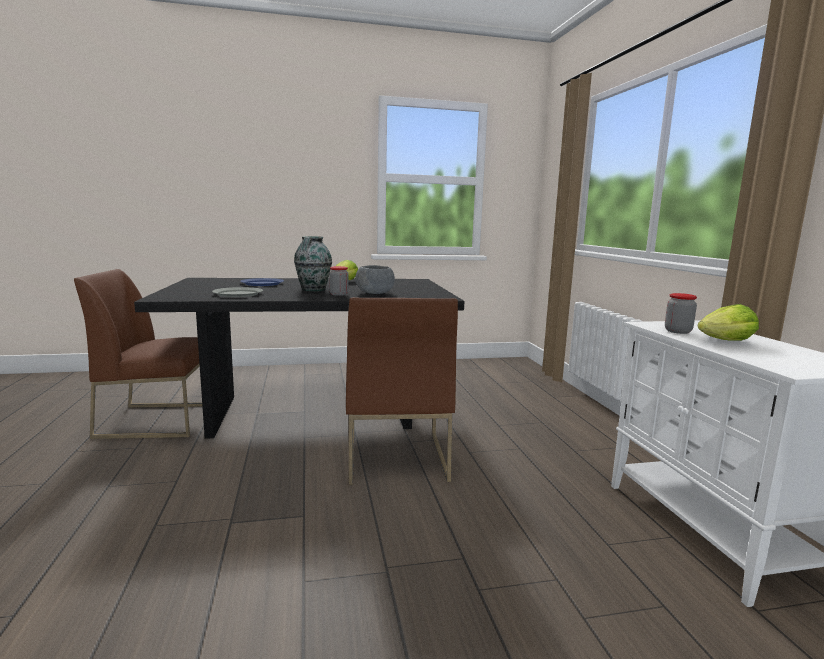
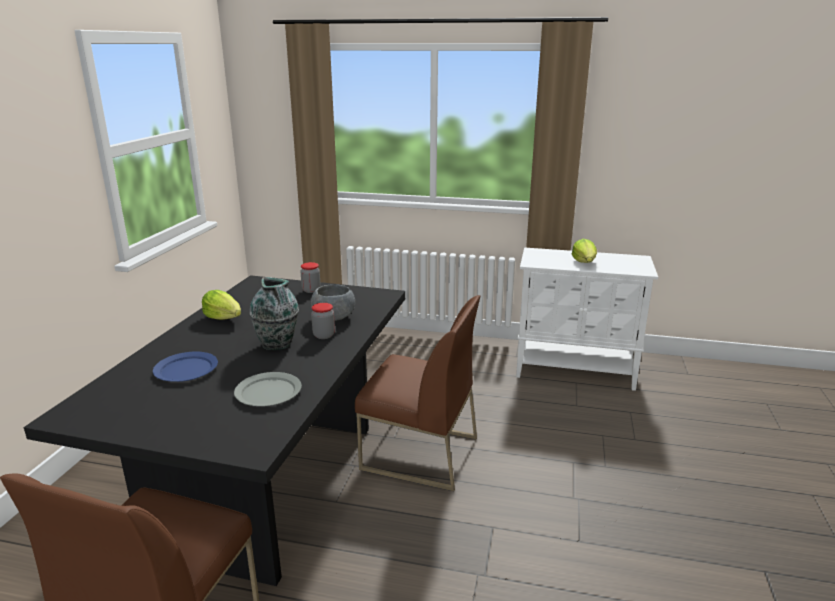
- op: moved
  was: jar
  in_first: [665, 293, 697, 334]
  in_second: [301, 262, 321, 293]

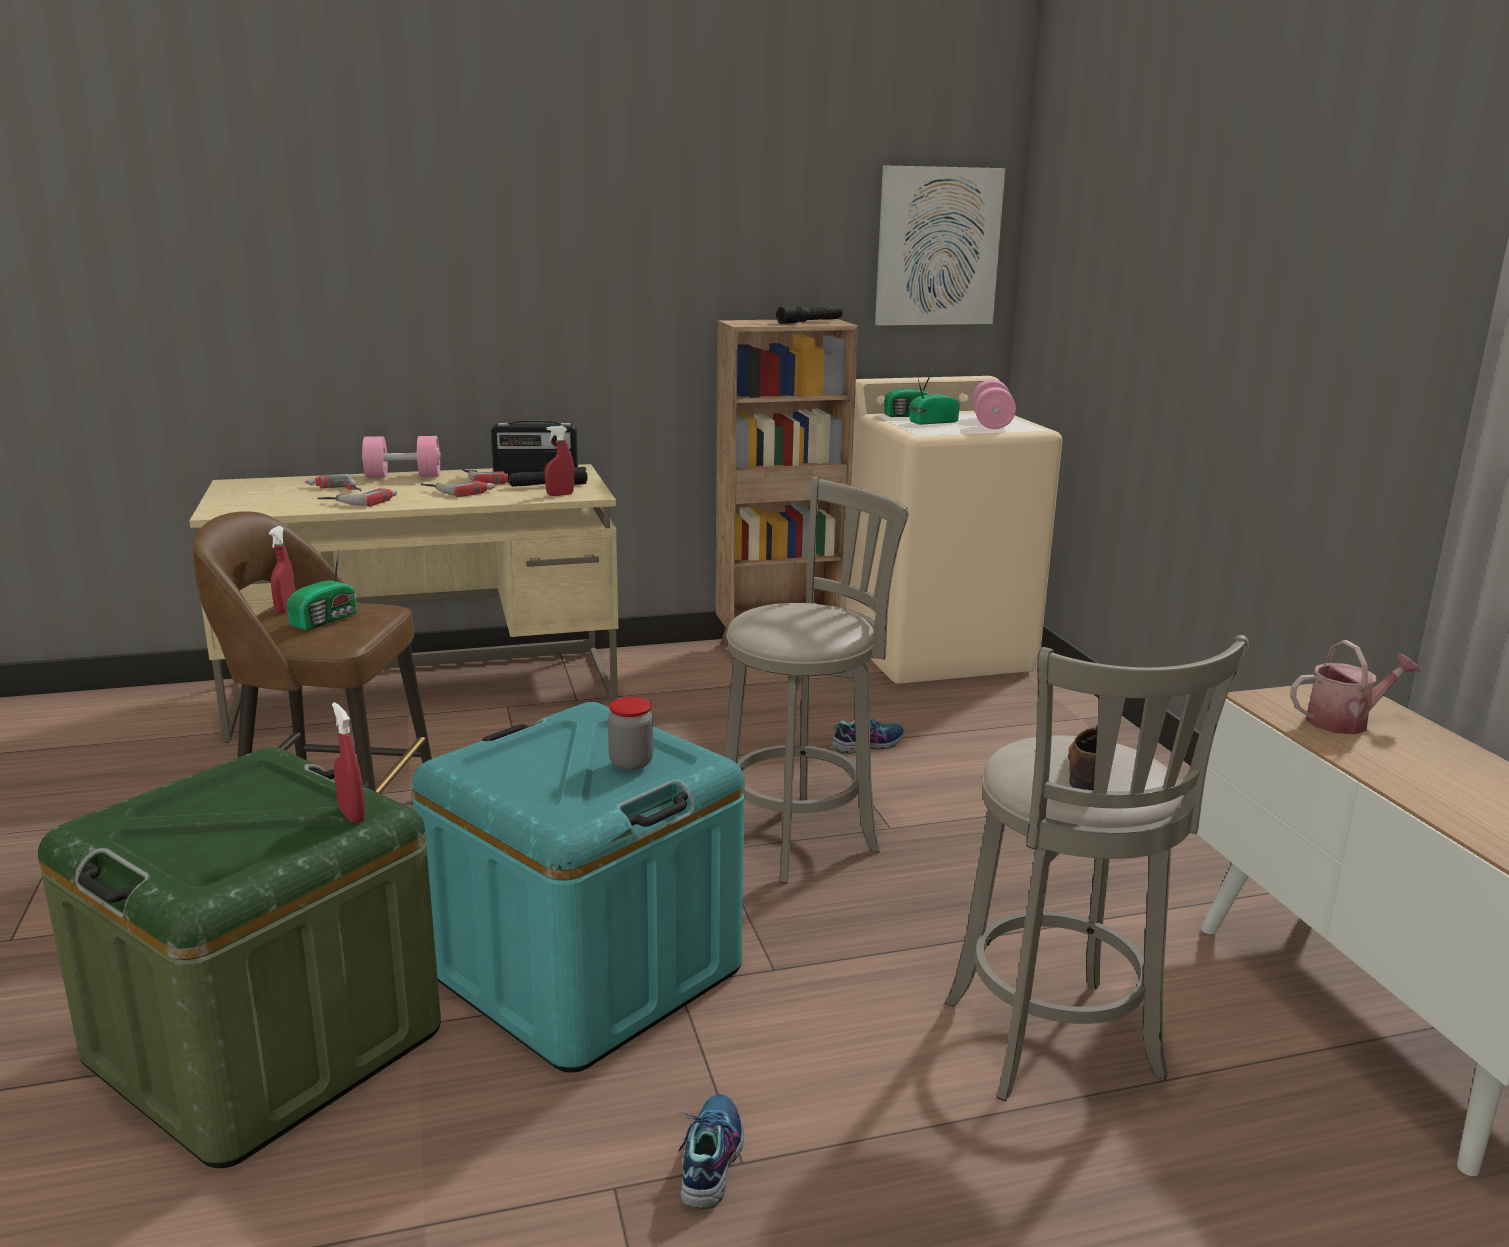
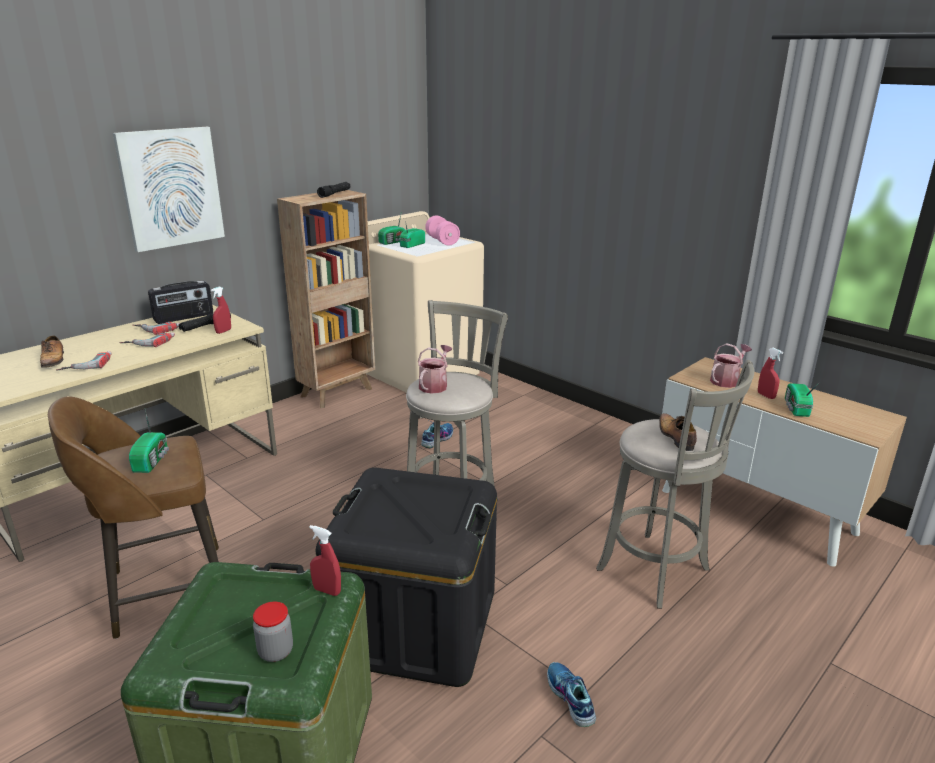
- op: replaced
  was: power drill
  now: shoe
  in_first: [305, 474, 362, 492]
  in_second: [40, 335, 64, 371]
- op: moved
  was: picture
  in_first: [875, 166, 1005, 325]
  in_second: [113, 127, 225, 252]
- op: moved
  was: jar
  in_first: [608, 697, 654, 770]
  in_second: [253, 602, 293, 662]
- op: recoloured
  was: turquoise storage box
  now: black storage box
  in_first: [412, 702, 745, 1073]
  in_second: [316, 467, 497, 687]
- op: added
  now: watering can
  in_second: [418, 345, 453, 394]
- op: moved
  was: red spray bottle
  in_first: [269, 526, 296, 613]
  in_second: [758, 348, 783, 399]
- op: added
  now: radio
  in_second: [785, 382, 820, 417]
- op: removed
  was: pink dumbbell
  in_first: [362, 436, 441, 478]

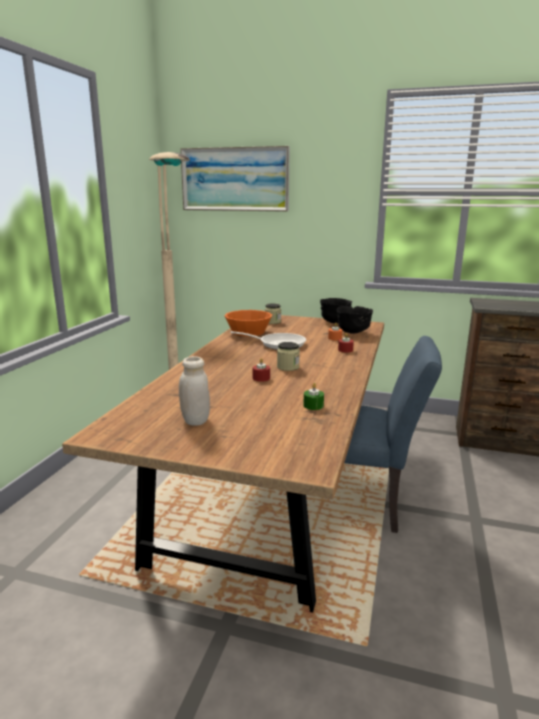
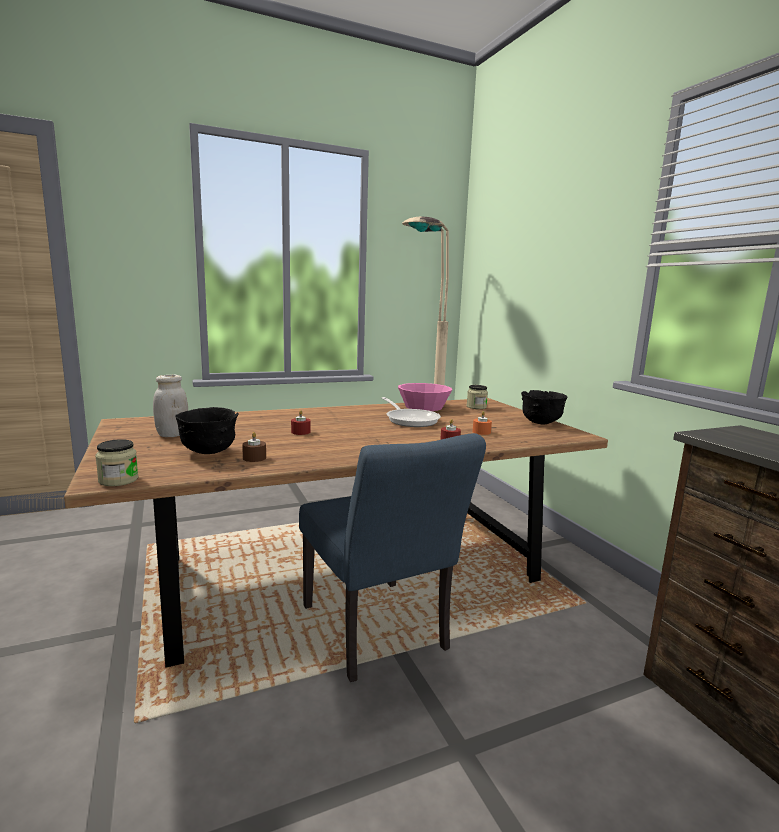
- op: moved
  was: jar
  in_first: [277, 342, 300, 371]
  in_second: [95, 439, 138, 486]
- op: moved
  was: black bowl
  in_first: [336, 306, 373, 334]
  in_second: [175, 407, 239, 454]
- op: recoloured
  was: green candle
  now: brown candle
  in_first: [303, 383, 324, 410]
  in_second: [242, 432, 266, 462]
- op: recoloured
  was: orange bowl
  now: pink bowl
  in_first: [225, 310, 272, 336]
  in_second: [398, 383, 452, 411]
- op: removed
  was: picture
  in_first: [180, 146, 290, 212]

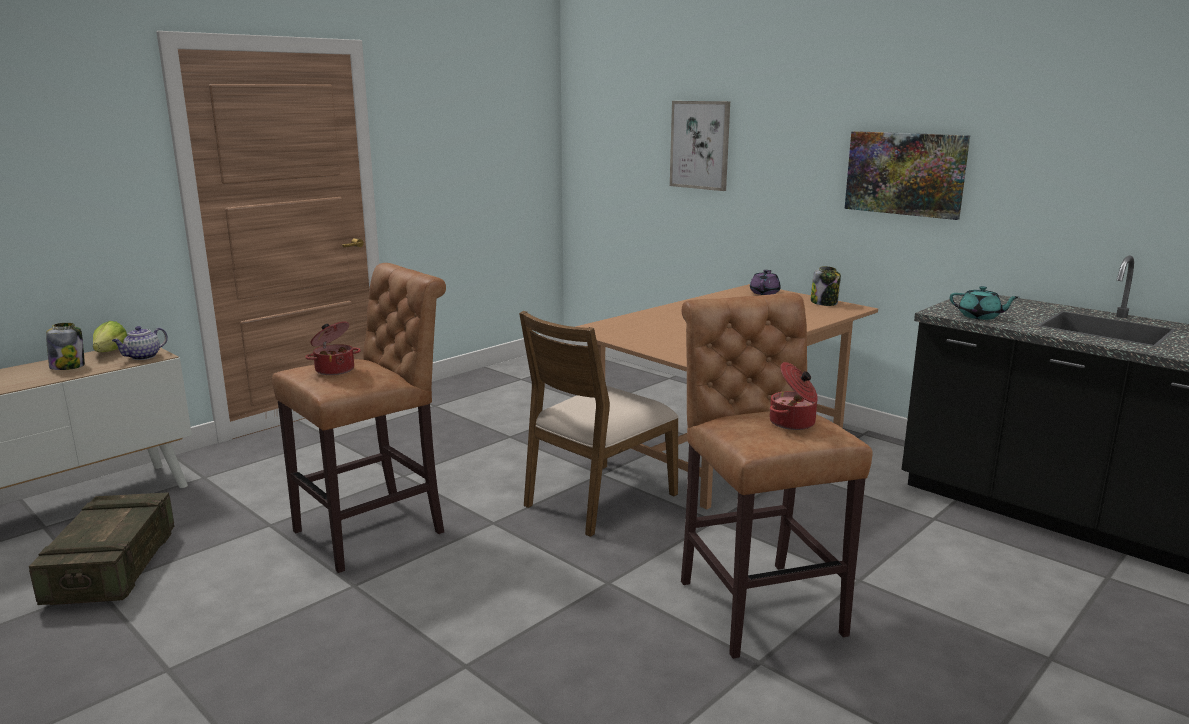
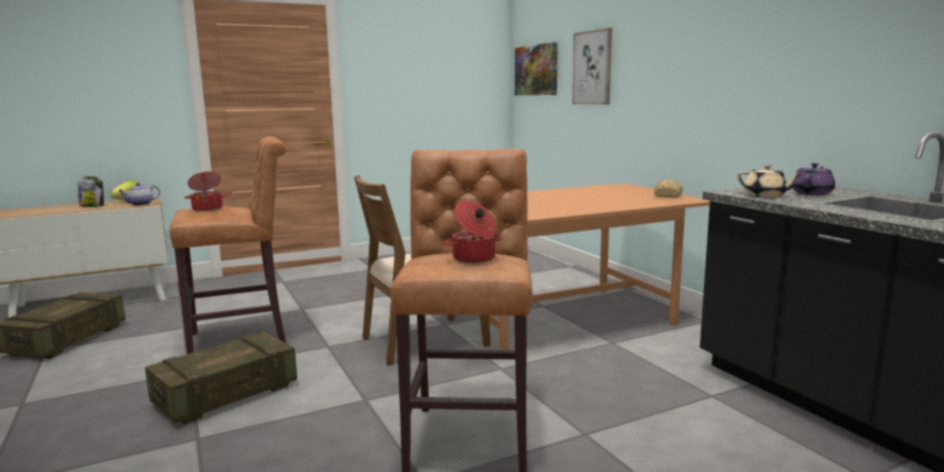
- op: added
  now: crate
  in_second: [145, 332, 297, 425]
- op: moved
  was: picture
  in_first: [845, 131, 970, 220]
  in_second: [515, 42, 558, 95]
- op: replaced
  was: jar
  now: bread
  in_first: [811, 266, 841, 306]
  in_second: [654, 179, 683, 197]
- op: recoloured
  was: turquoise teapot
  now: beige teapot
  in_first: [950, 286, 1018, 320]
  in_second: [737, 165, 802, 197]
- op: moved
  was: purple teapot
  in_first: [750, 270, 781, 295]
  in_second: [792, 163, 835, 195]

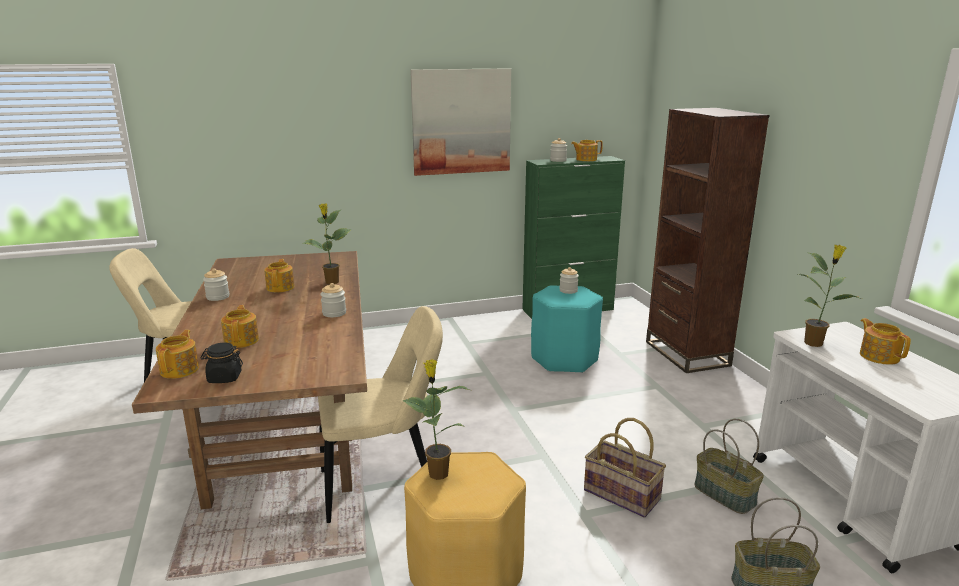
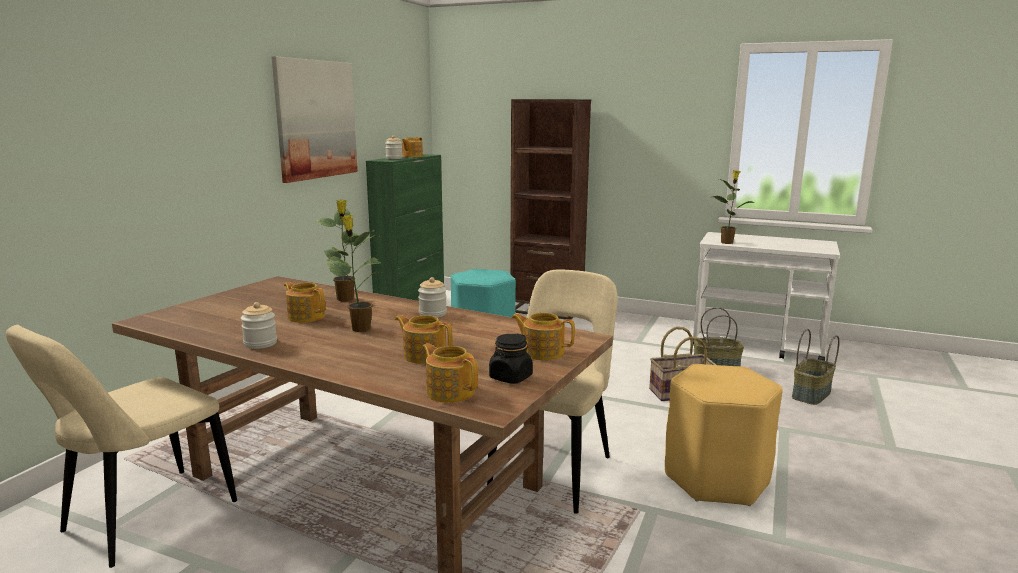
- op: moved
  was: potted plant
  in_first: [402, 359, 470, 480]
  in_second: [326, 214, 381, 332]
- op: moved
  was: teapot
  in_first: [860, 318, 911, 365]
  in_second: [511, 313, 575, 361]
- op: removed
  was: jar
  in_first: [559, 267, 579, 294]

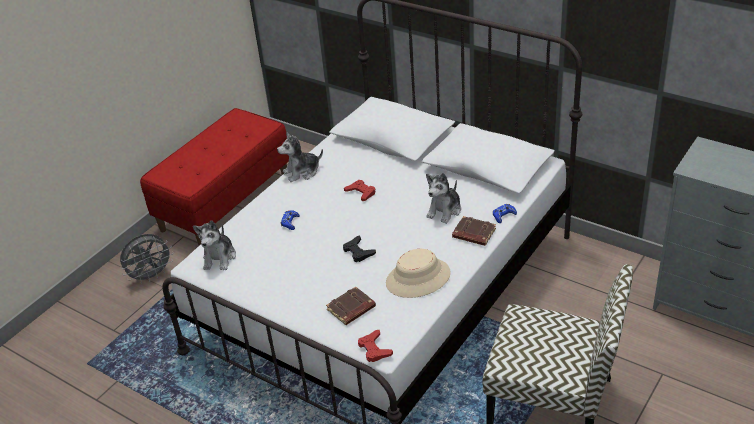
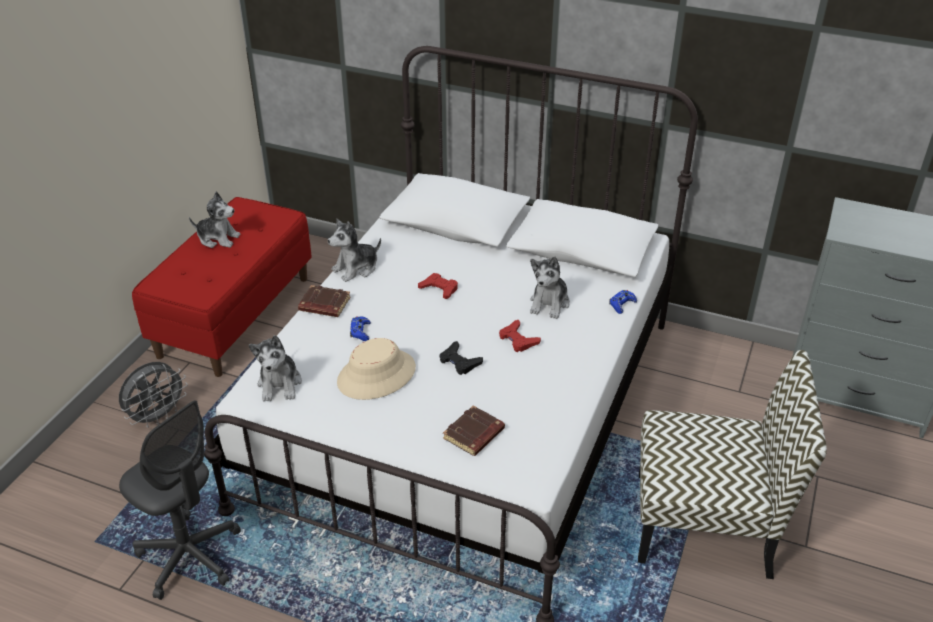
- op: added
  now: grey office chair
  in_second: [119, 400, 241, 600]
- op: added
  now: plush toy
  in_second: [189, 192, 241, 248]
- op: moved
  was: brown book
  in_first: [452, 216, 496, 246]
  in_second: [298, 285, 350, 317]
- op: moved
  was: beige hat
  in_first: [386, 249, 451, 298]
  in_second: [337, 338, 416, 400]
- op: moved
  was: red game controller
  in_first: [358, 330, 393, 362]
  in_second: [499, 320, 541, 352]

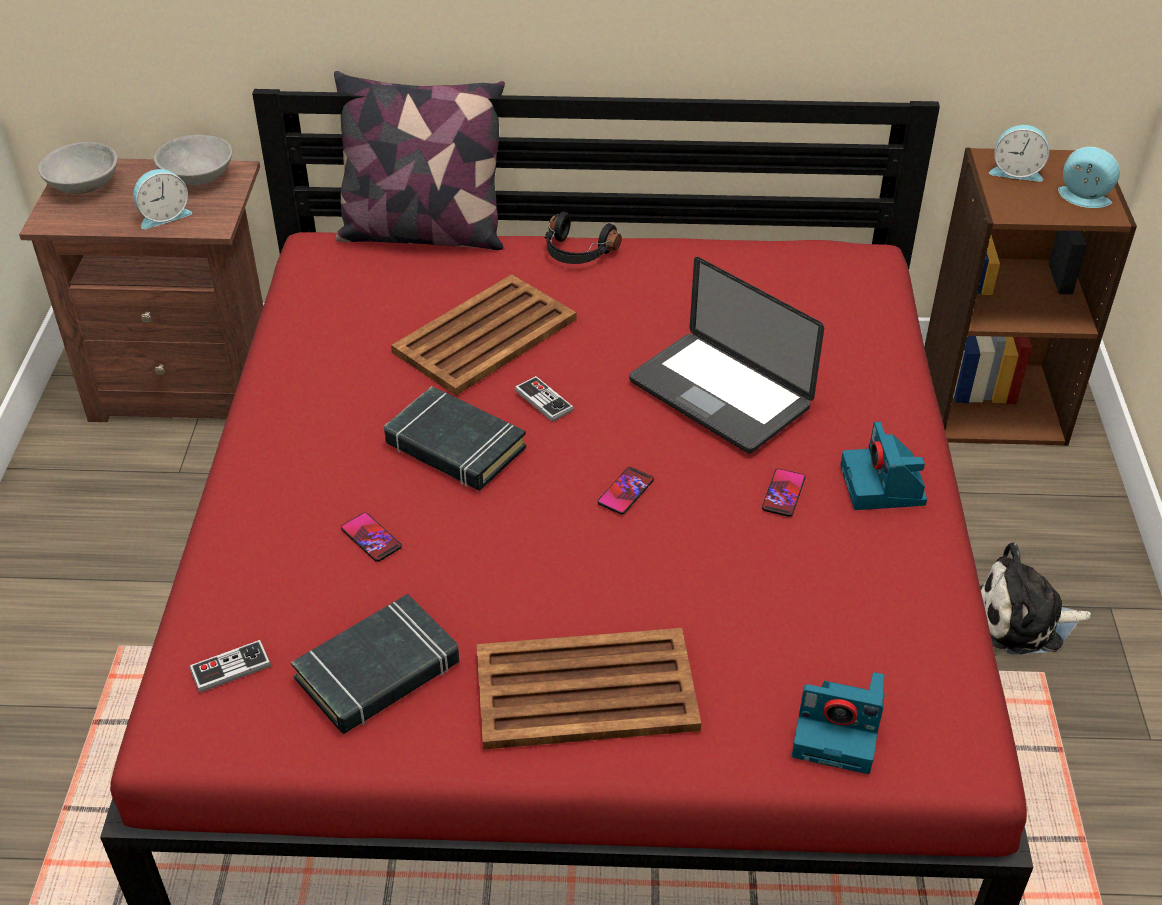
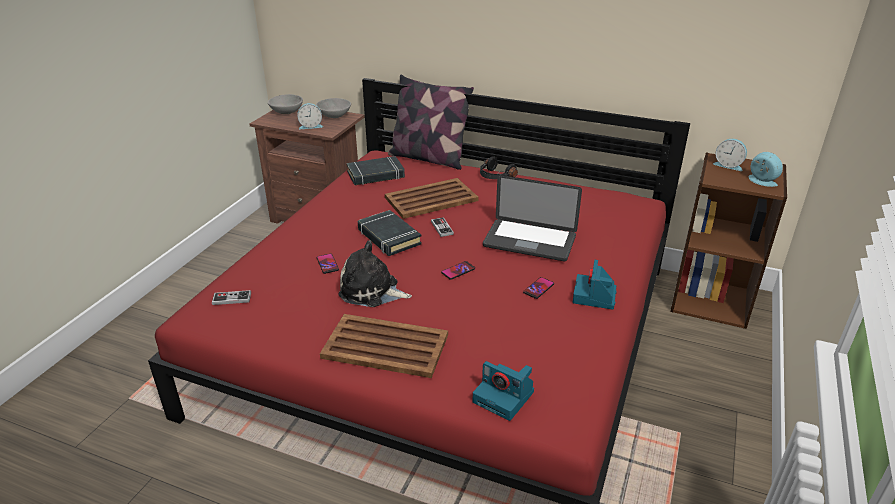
- op: moved
  was: plush toy
  in_first: [980, 542, 1091, 655]
  in_second: [338, 240, 412, 307]
- op: moved
  was: black book
  in_first: [291, 594, 459, 734]
  in_second: [347, 156, 405, 185]
- op: turned
  was: laptop
  in_first: [629, 257, 824, 453]
  in_second: [483, 175, 582, 261]
  clockwise: -45

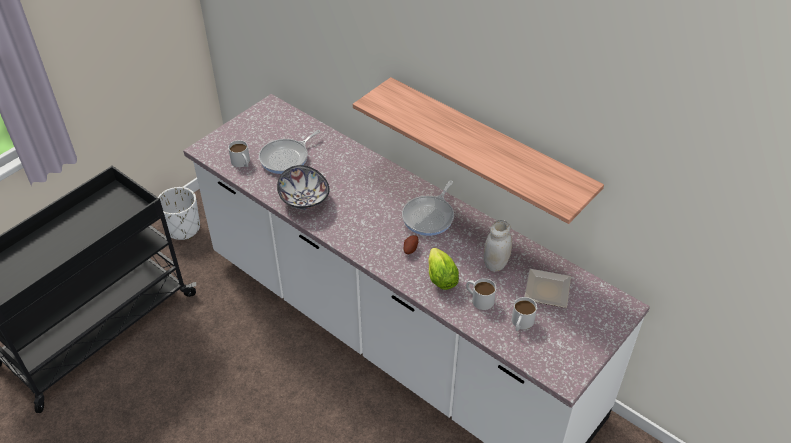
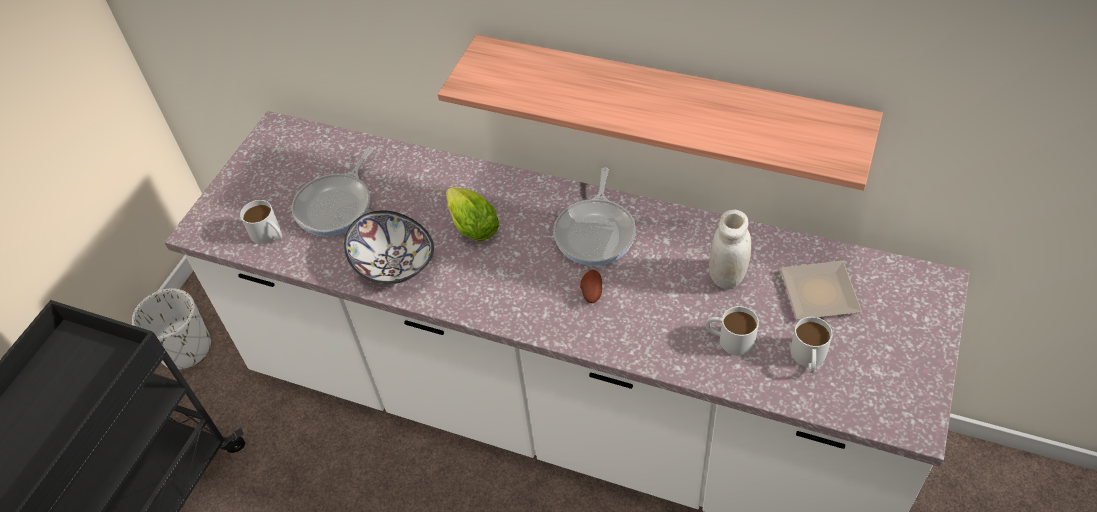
- op: moved
  was: lettuce
  in_first: [428, 248, 459, 290]
  in_second: [446, 187, 499, 241]

